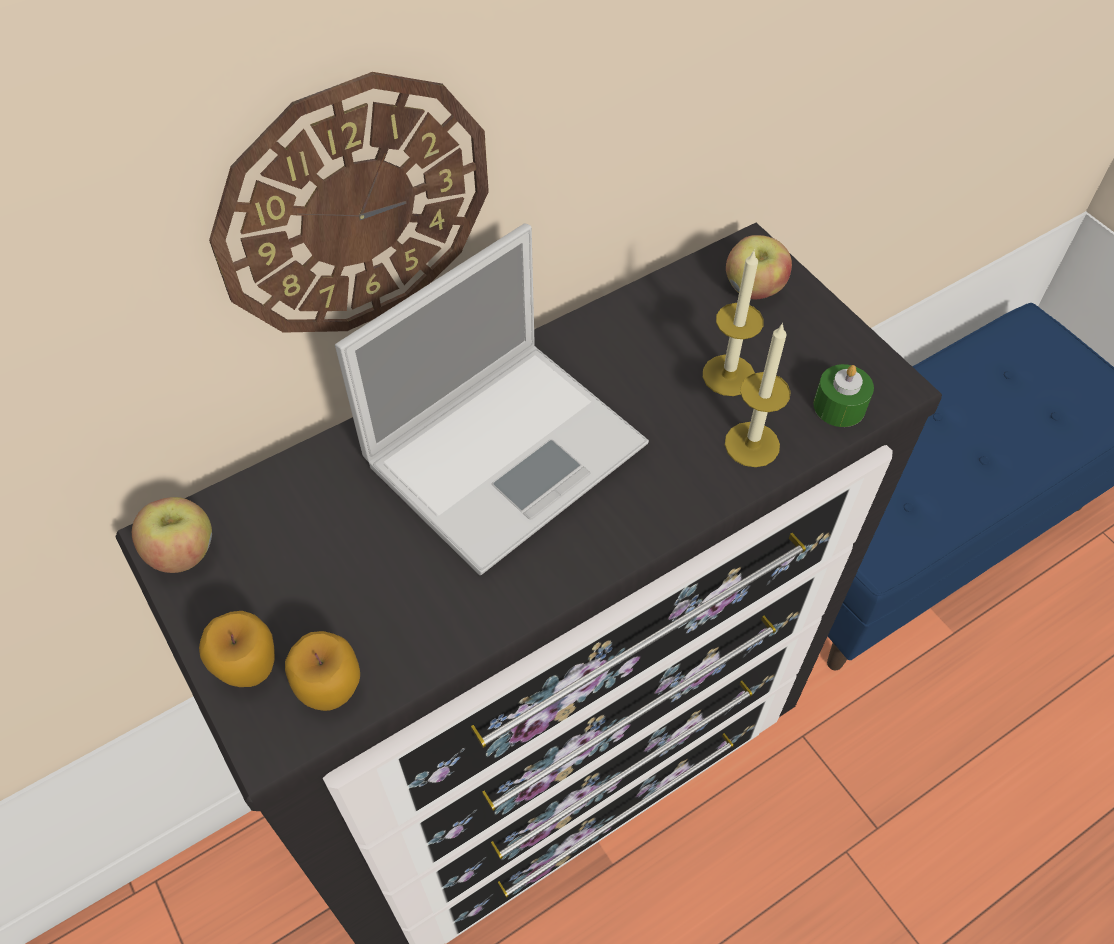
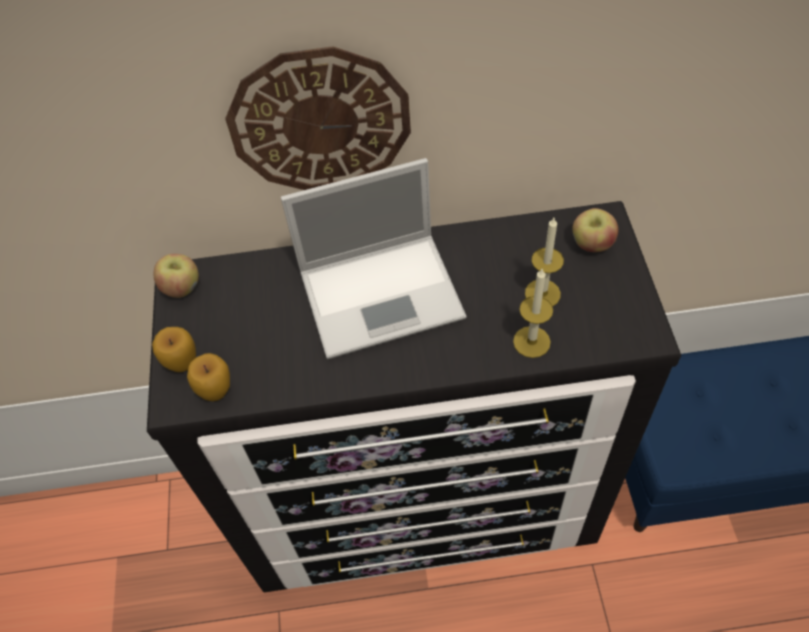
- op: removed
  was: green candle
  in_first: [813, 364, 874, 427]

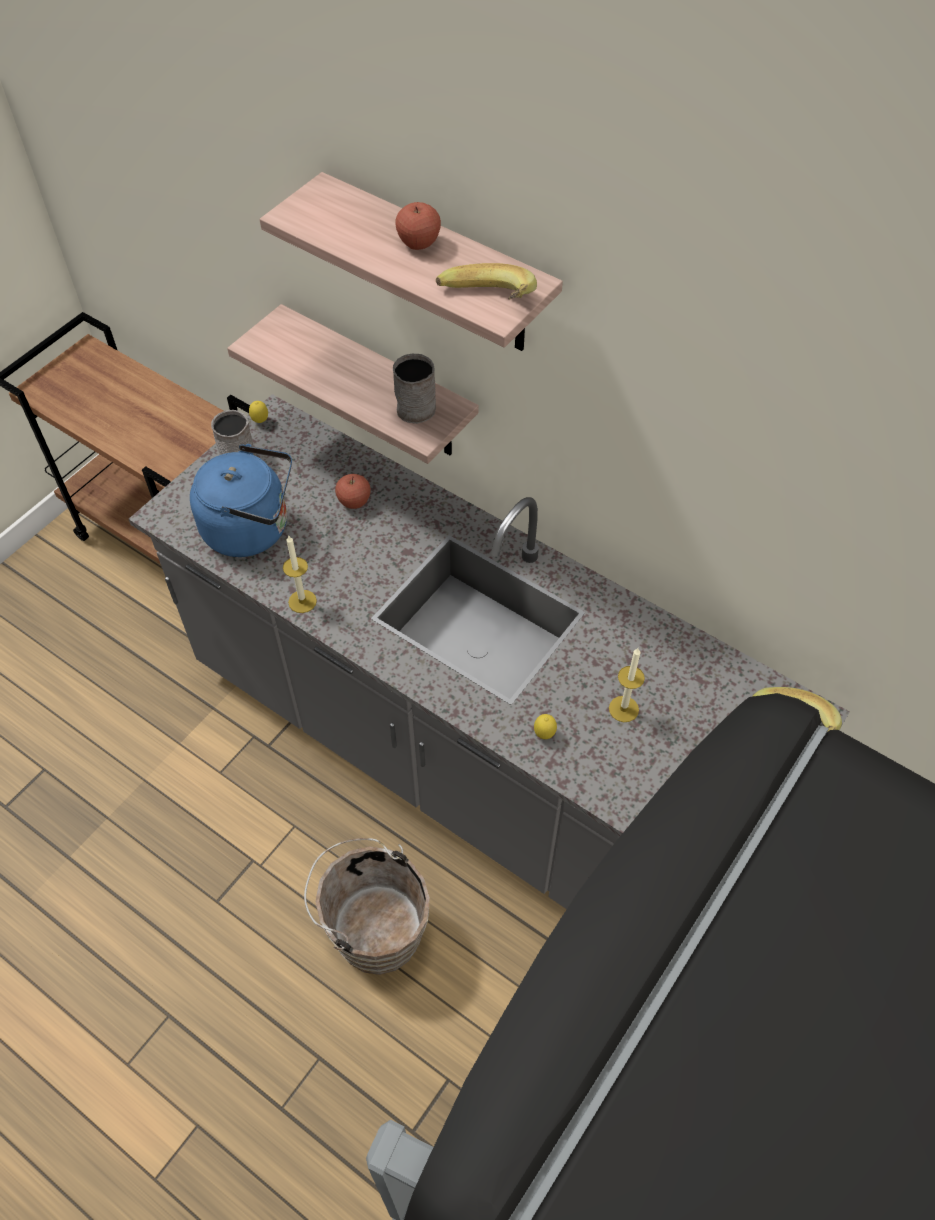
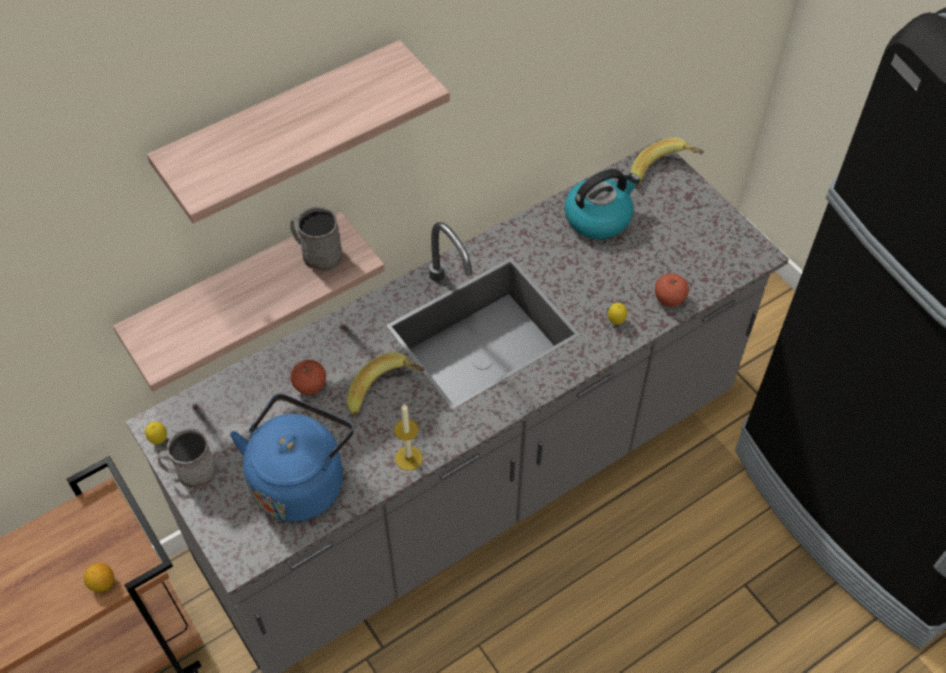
- op: added
  now: lemon
  in_second: [84, 563, 114, 592]
- op: moved
  was: banana
  in_first: [436, 263, 537, 300]
  in_second: [347, 352, 425, 416]
- op: added
  now: kettle
  in_second: [564, 169, 640, 239]
- op: moved
  was: apple
  in_first: [395, 202, 441, 250]
  in_second: [655, 273, 689, 307]
- op: removed
  was: brown bucket
  in_first: [304, 838, 430, 975]
- op: removed
  was: candle
  in_first: [609, 648, 645, 722]

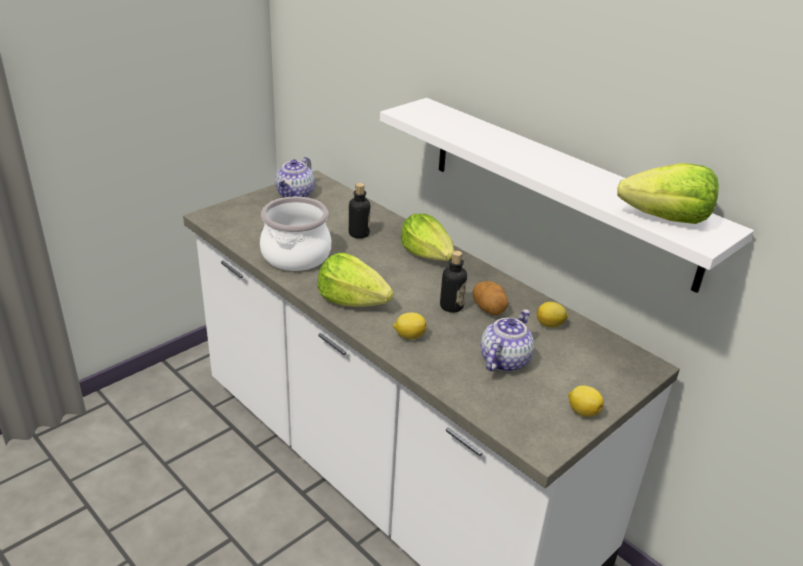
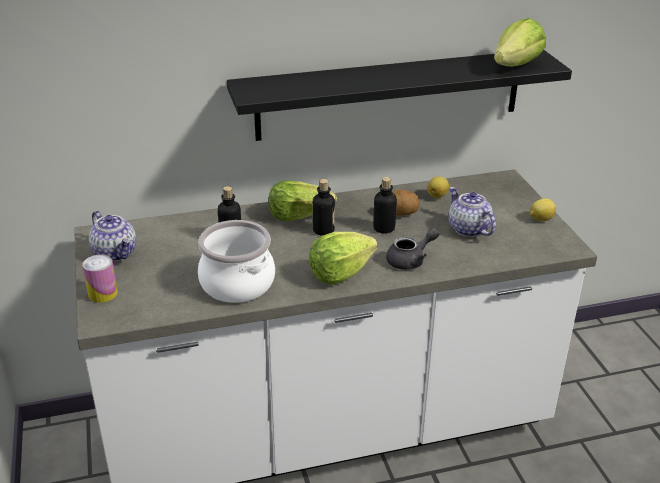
- op: added
  now: can
  in_second: [82, 255, 118, 303]
- op: recoloured
  was: white shelf
  now: black shelf
  in_first: [380, 98, 754, 293]
  in_second: [227, 50, 572, 141]
- op: added
  now: bottle
  in_second: [313, 179, 335, 236]
- op: replaced
  was: lemon
  now: grey teapot
  in_first: [393, 312, 426, 340]
  in_second: [386, 228, 439, 270]

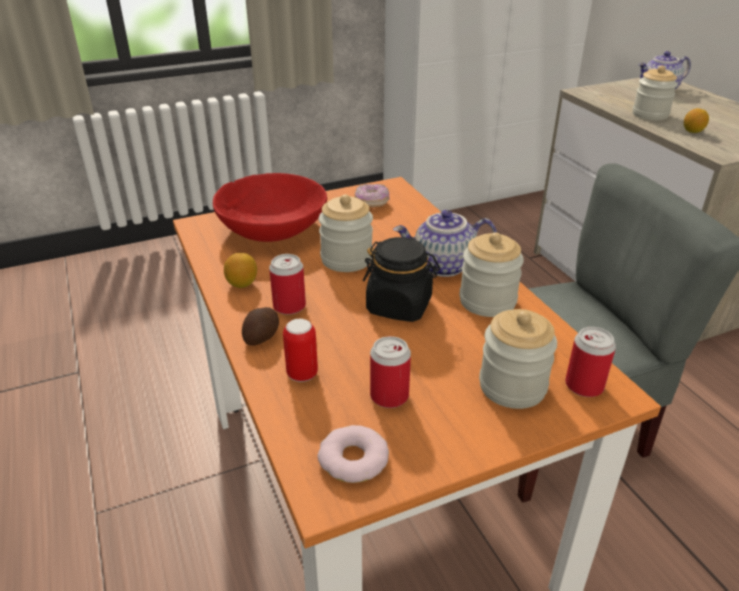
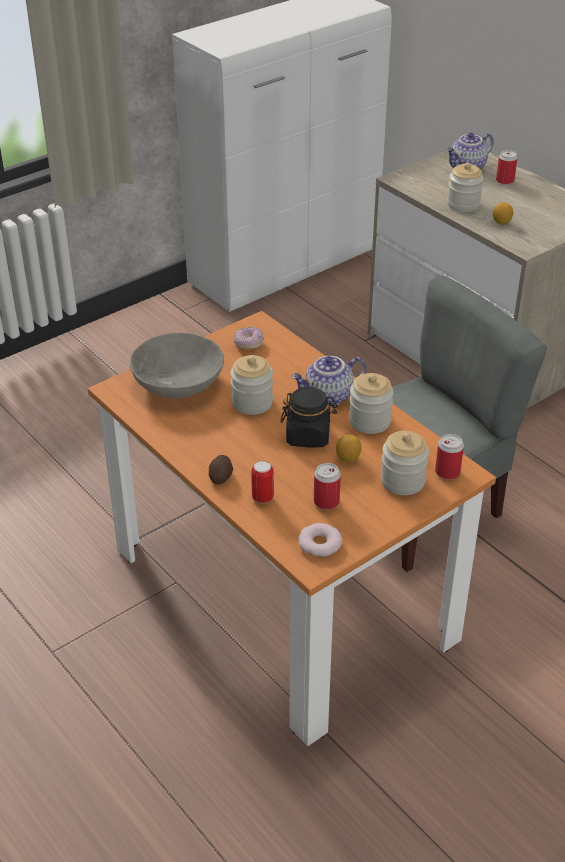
- op: recoloured
  was: red bowl
  now: grey bowl
  in_first: [213, 173, 327, 242]
  in_second: [130, 333, 224, 399]
- op: moved
  was: lemon
  in_first: [224, 253, 257, 288]
  in_second: [336, 435, 361, 462]
- op: moved
  was: can
  in_first: [269, 254, 306, 315]
  in_second: [496, 150, 518, 185]

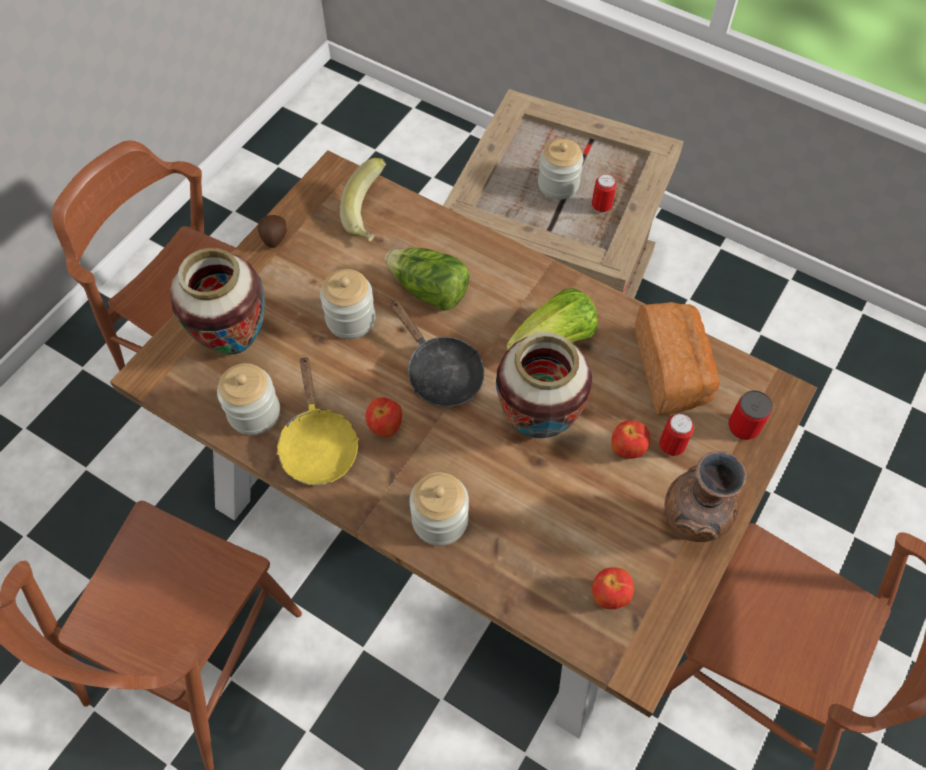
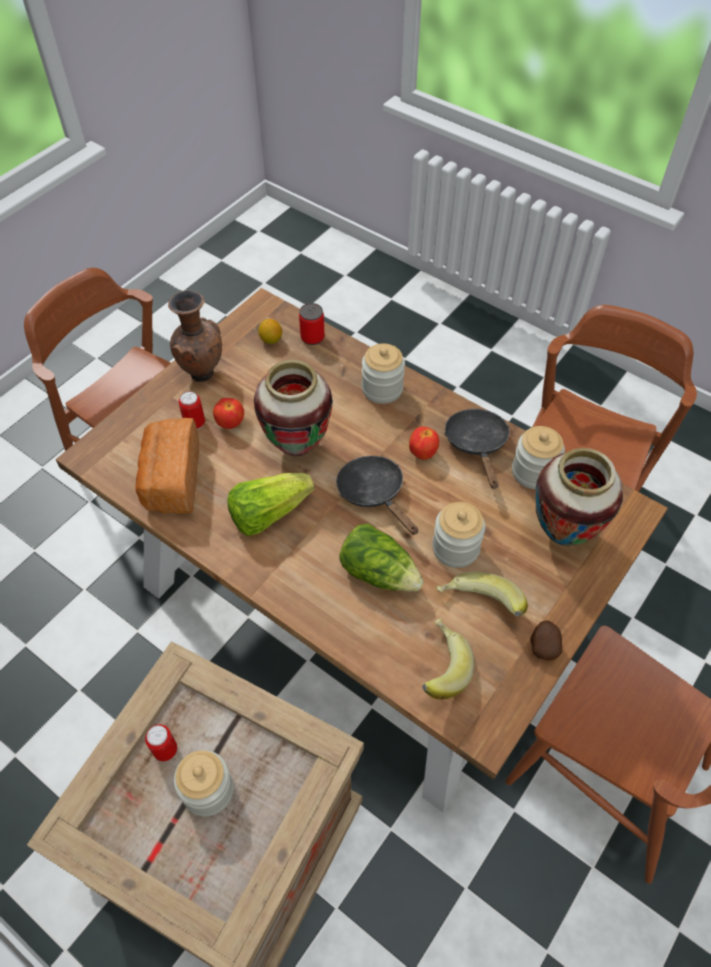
- op: replaced
  was: apple
  now: lemon
  in_first: [592, 567, 634, 609]
  in_second: [258, 319, 282, 344]
- op: moved
  was: can
  in_first: [728, 390, 773, 440]
  in_second: [299, 303, 325, 345]
- op: added
  now: banana
  in_second: [436, 572, 528, 617]
- op: recoloured
  was: yellow frying pan
  now: black frying pan
  in_first: [276, 355, 359, 485]
  in_second: [444, 409, 510, 489]

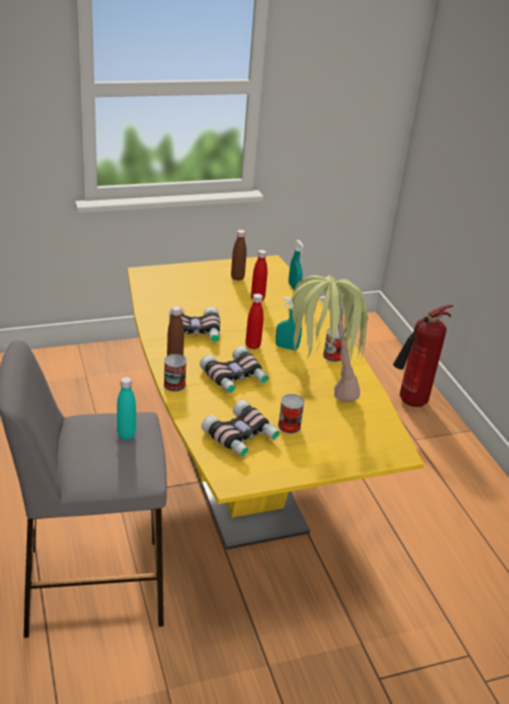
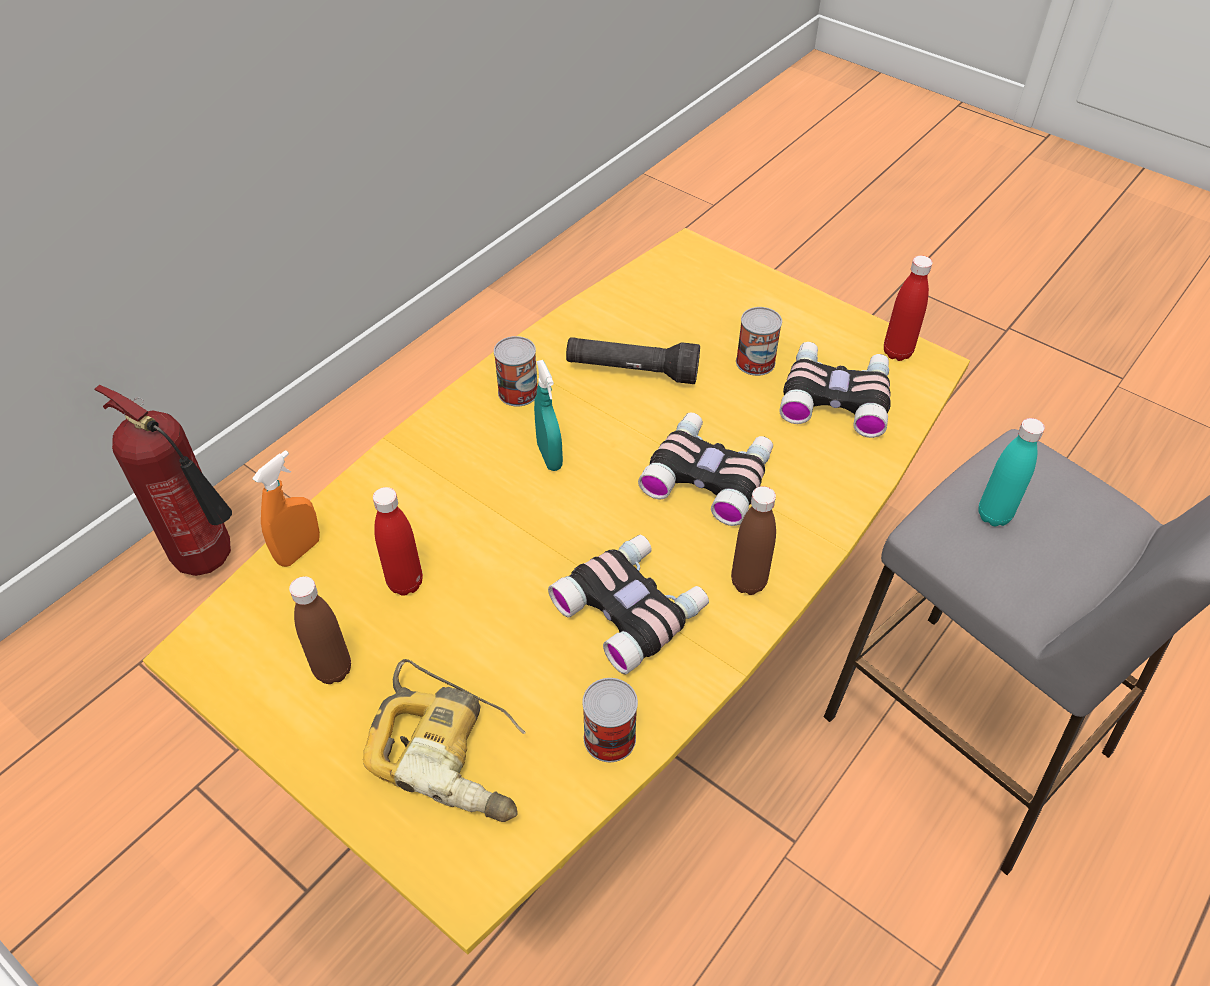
- op: recoloured
  was: turquoise spray bottle
  now: orange spray bottle
  in_first: [289, 240, 304, 290]
  in_second: [252, 450, 320, 567]
- op: added
  now: power drill
  in_second: [363, 659, 526, 822]
- op: replaced
  was: potted plant
  now: black flashlight
  in_first: [288, 275, 368, 402]
  in_second: [566, 337, 700, 384]
- op: moved
  was: can
  in_first: [164, 354, 187, 392]
  in_second: [582, 678, 638, 762]
- op: moved
  was: red bottle
  in_first: [246, 294, 264, 349]
  in_second: [884, 256, 932, 361]

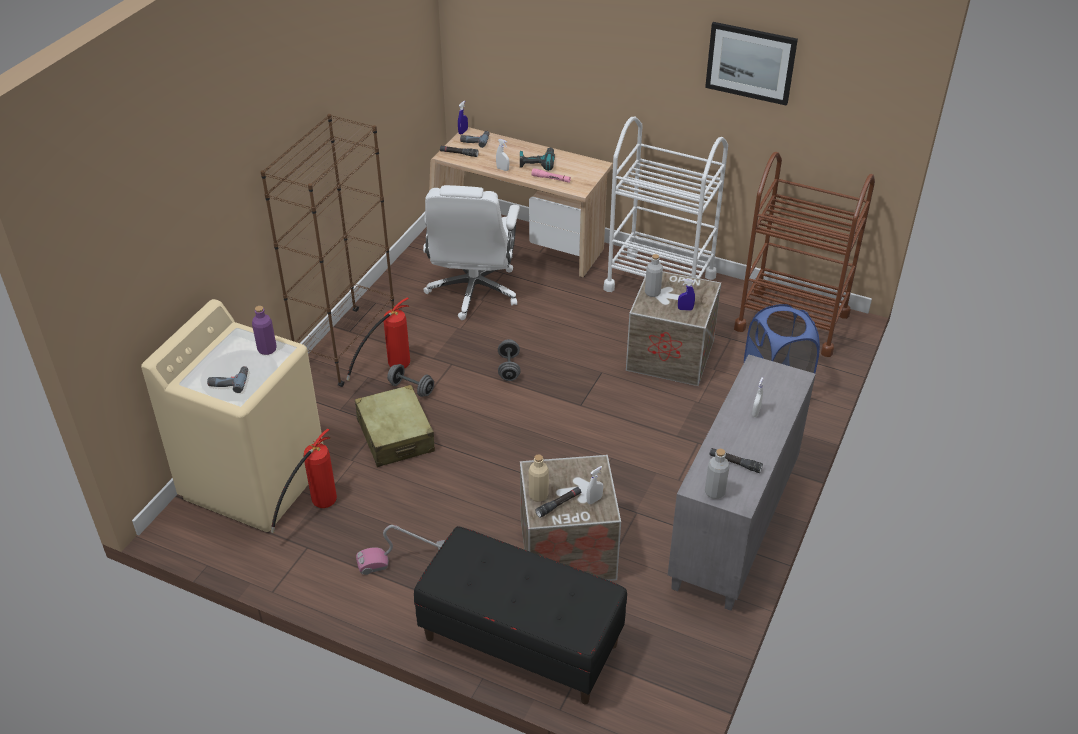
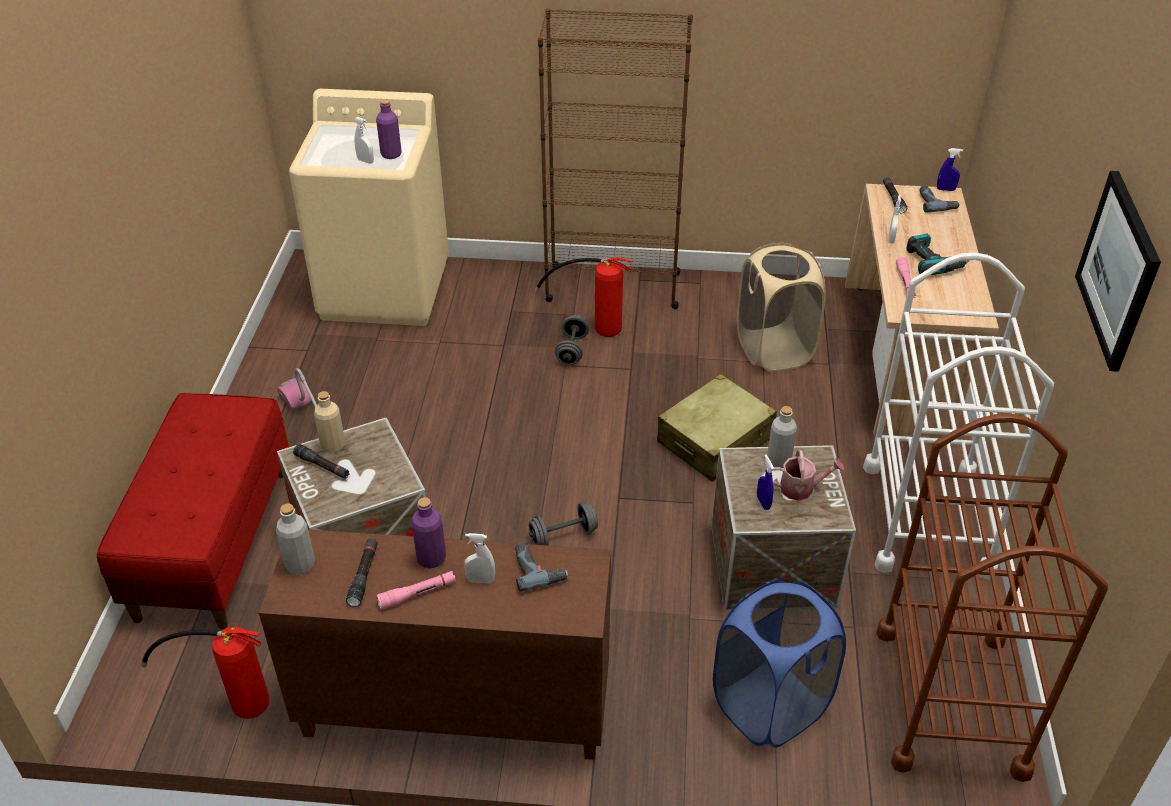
- op: recoloured
  was: black bench
  now: red bench
  in_first: [414, 526, 627, 704]
  in_second: [97, 393, 289, 630]
- op: moved
  was: fire extinguisher
  in_first: [271, 429, 337, 533]
  in_second: [141, 627, 269, 719]
- op: recoloured
  was: grey cabinet
  now: brown cabinet
  in_first: [668, 354, 816, 611]
  in_second: [259, 529, 611, 760]
- op: moved
  was: white spray bottle
  in_first: [586, 466, 603, 504]
  in_second: [354, 117, 374, 163]
- op: added
  now: pink flashlight
  in_second: [376, 571, 456, 609]
- op: added
  now: purple bottle
  in_second: [411, 497, 446, 569]
- op: moved
  was: power drill
  in_first: [207, 366, 248, 393]
  in_second: [515, 542, 569, 592]
- op: moved
  was: grey dumbbell
  in_first: [498, 339, 521, 381]
  in_second: [529, 503, 598, 546]
- op: moved
  was: beige suitcase
  in_first: [355, 385, 435, 467]
  in_second: [657, 374, 777, 482]
- op: replaced
  was: white office chair
  now: beige laundry basket
  in_first: [423, 185, 520, 320]
  in_second: [737, 243, 826, 372]
- op: added
  now: watering can
  in_second: [772, 450, 844, 501]

